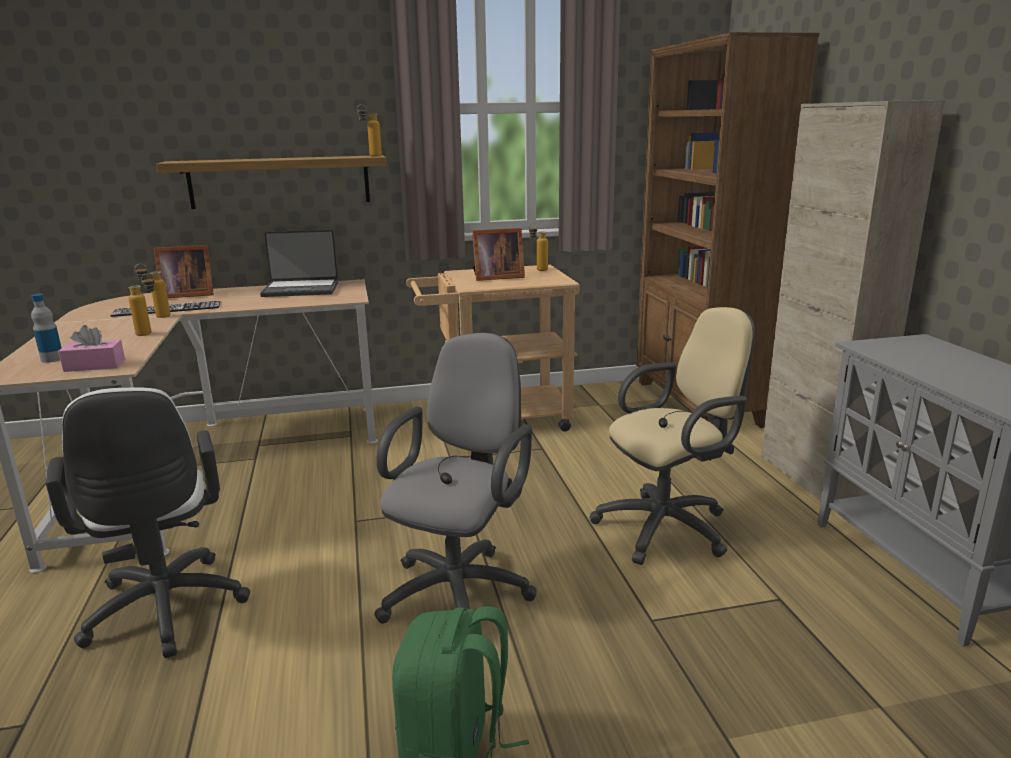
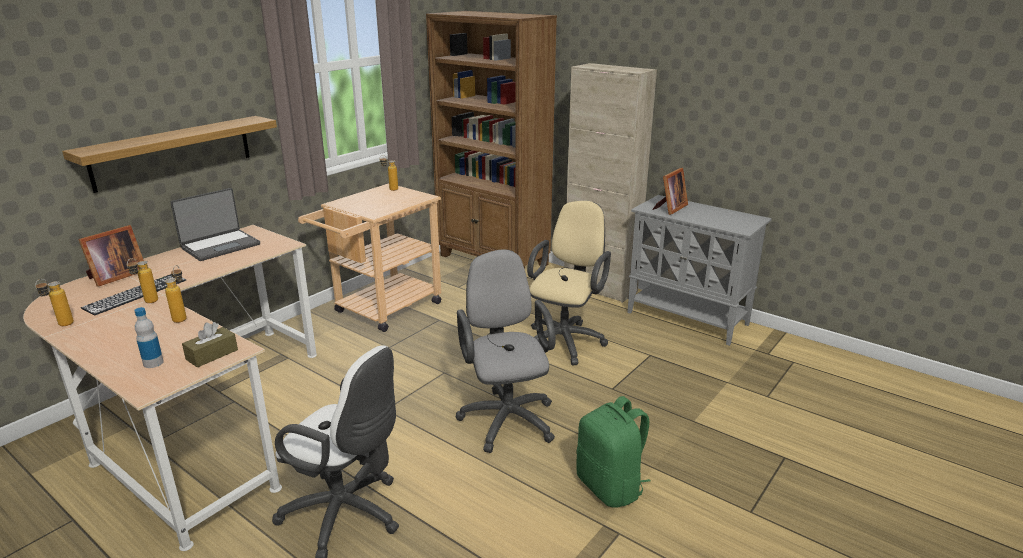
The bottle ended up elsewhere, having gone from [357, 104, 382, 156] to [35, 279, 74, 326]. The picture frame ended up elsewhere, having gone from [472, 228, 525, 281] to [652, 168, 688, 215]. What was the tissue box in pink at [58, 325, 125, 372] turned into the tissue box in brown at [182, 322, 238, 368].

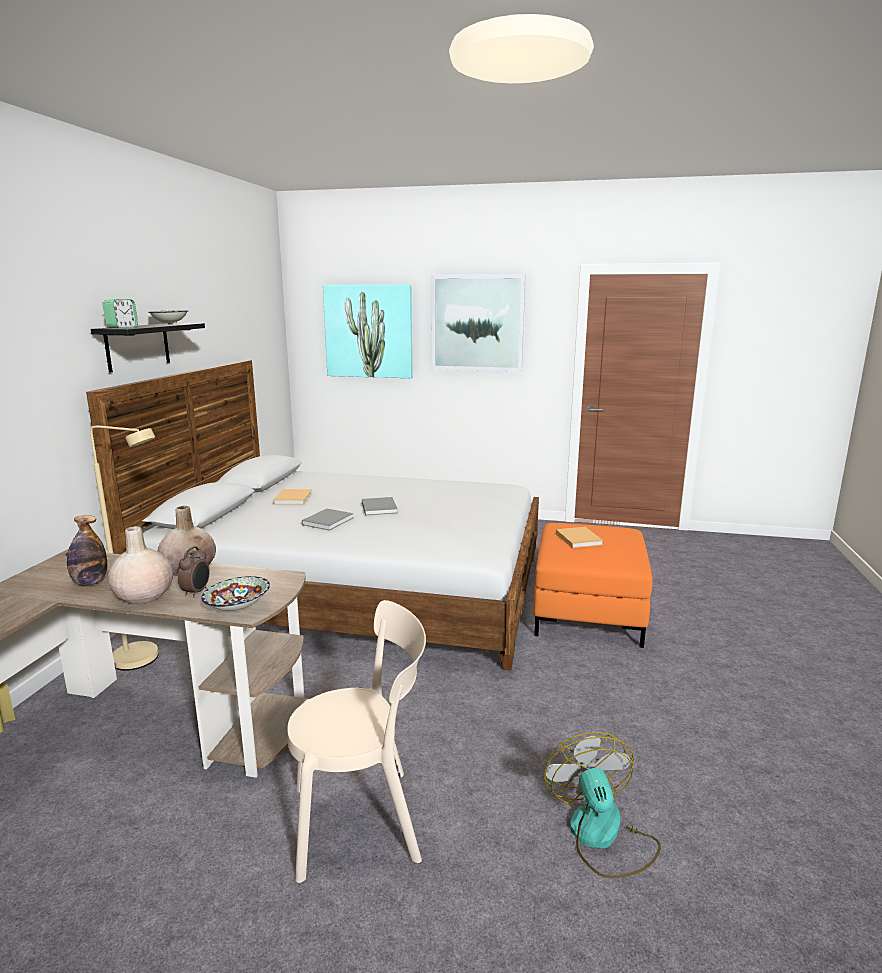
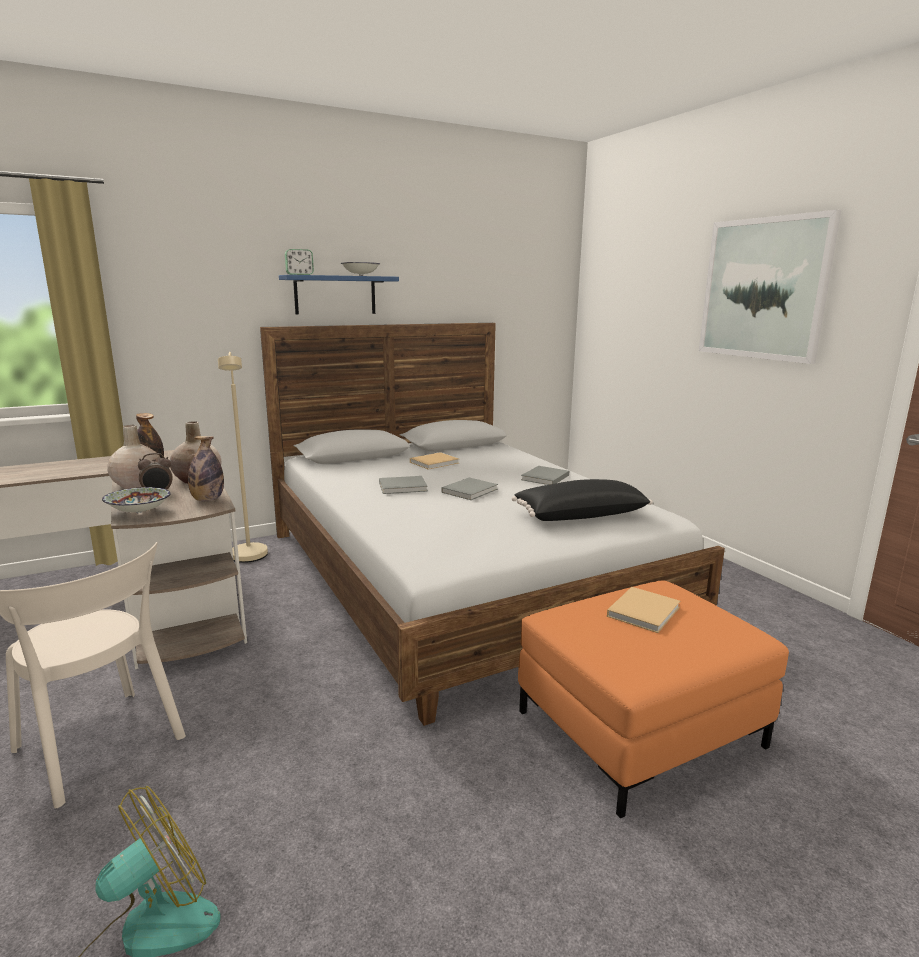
The second view lost the picture at [323, 285, 413, 378]. The second view gained the bottle at [188, 436, 224, 501]. The second view gained the pillow in black at [512, 479, 653, 521]. The second view gained the book in grey at [521, 466, 569, 485]. What was the shelf in black at [91, 323, 205, 373] turned into the shelf in blue at [279, 275, 399, 314].

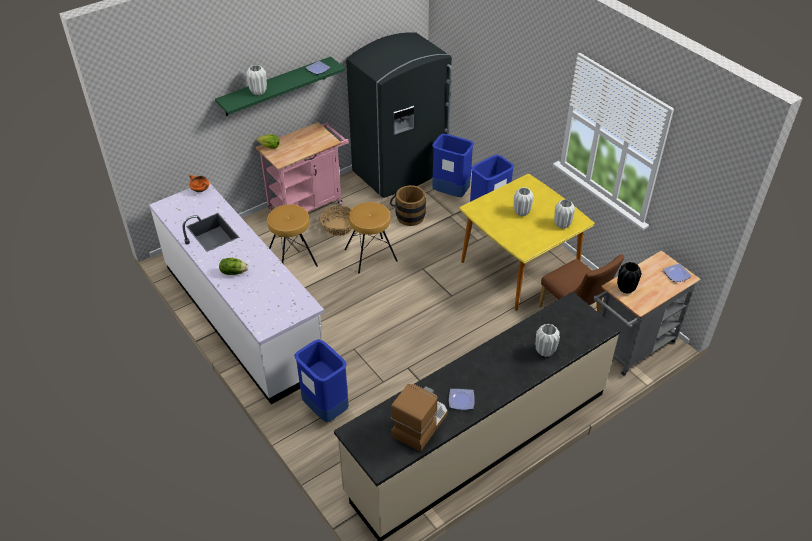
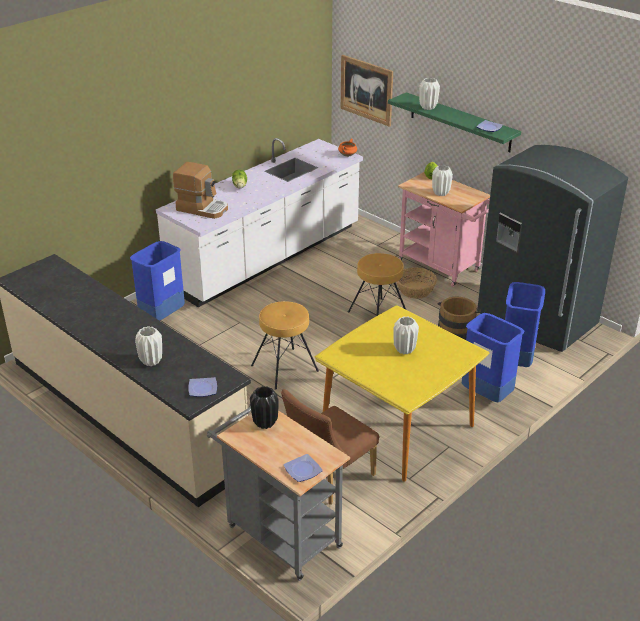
The second view gained the picture at [341, 55, 393, 127]. The stool in brown ended up elsewhere, having gone from [267, 204, 318, 267] to [251, 301, 319, 390]. The coffee machine ended up elsewhere, having gone from [391, 384, 448, 451] to [173, 162, 228, 219]. The plate ended up elsewhere, having gone from [449, 389, 475, 410] to [188, 377, 217, 397]. The vase in white ended up elsewhere, having gone from [554, 199, 575, 229] to [432, 165, 453, 196].

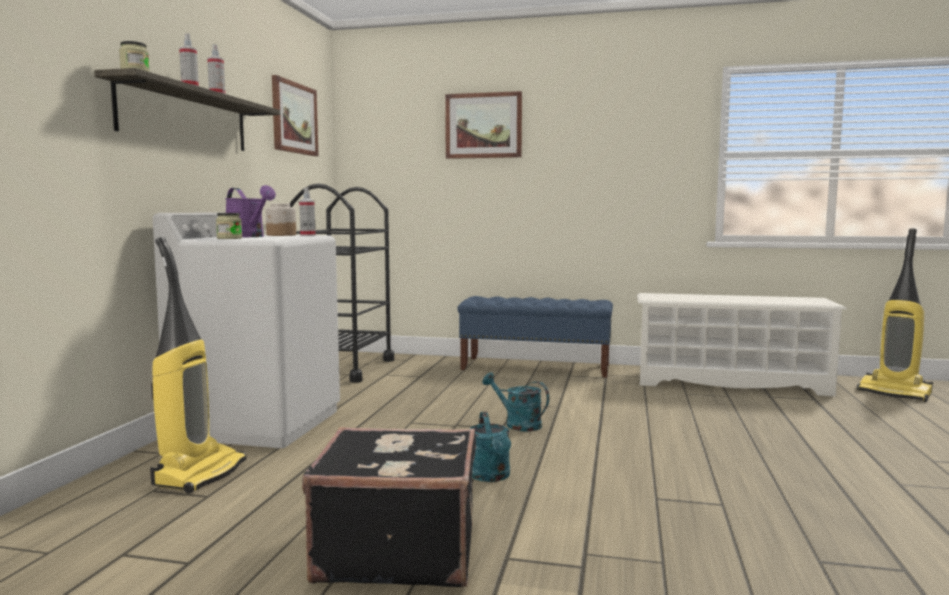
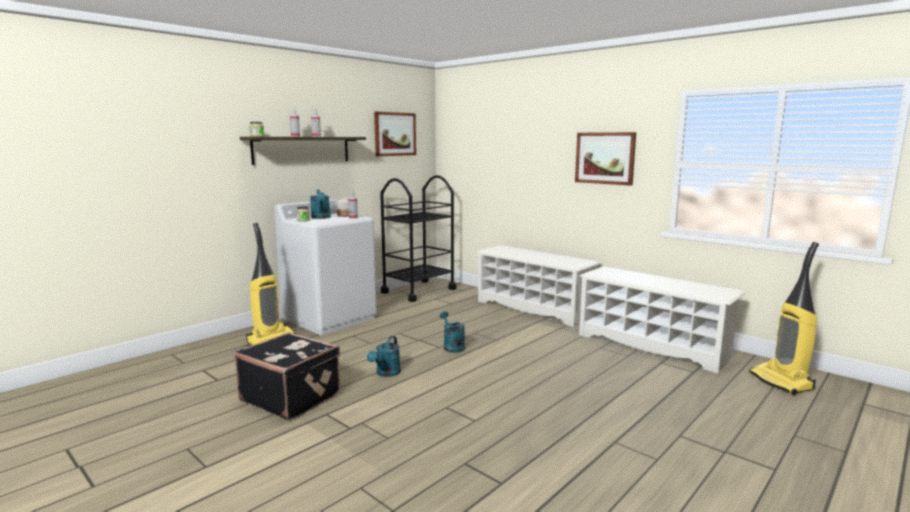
The picture ended up elsewhere, having gone from [445, 91, 522, 159] to [575, 132, 636, 186]. Where the bench in blue stood at [457, 296, 613, 378], the shoe rack in white came to stand at [477, 245, 601, 327]. What was the watering can in purple at [225, 185, 276, 237] turned into the watering can in turquoise at [310, 190, 331, 219].

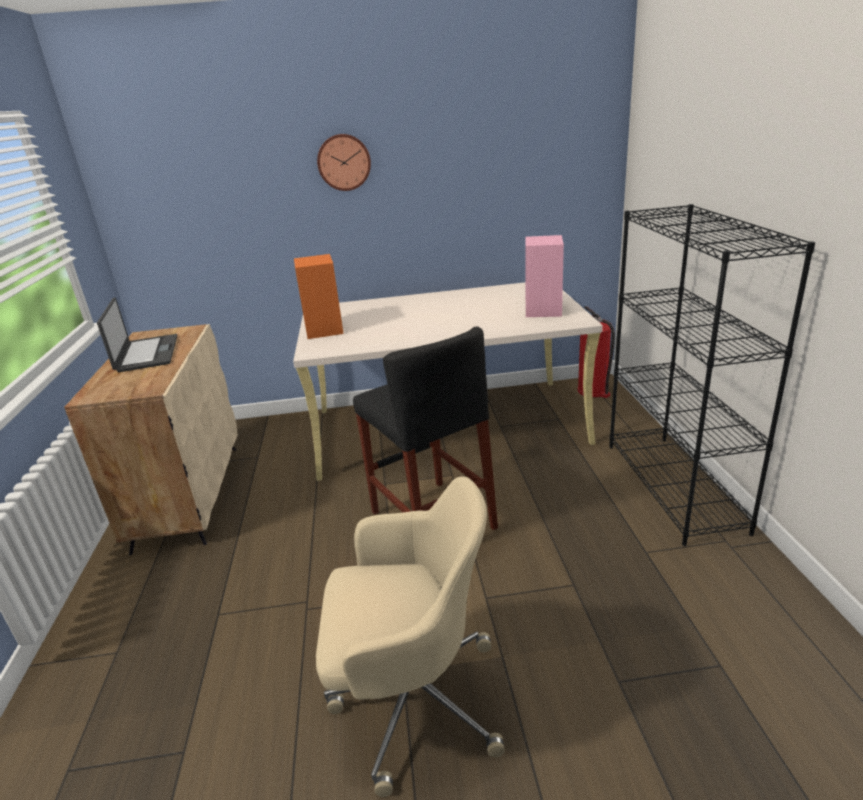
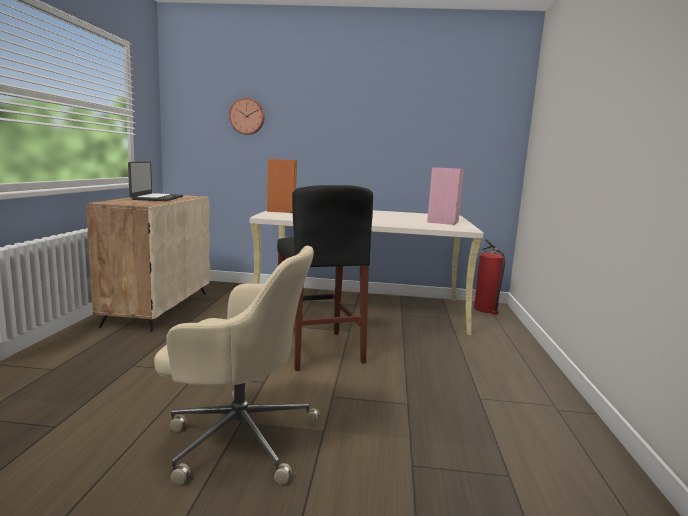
The second view lost the bookcase in black at [609, 204, 815, 546]. The wall clock ended up elsewhere, having gone from [317, 134, 371, 191] to [229, 98, 265, 135].

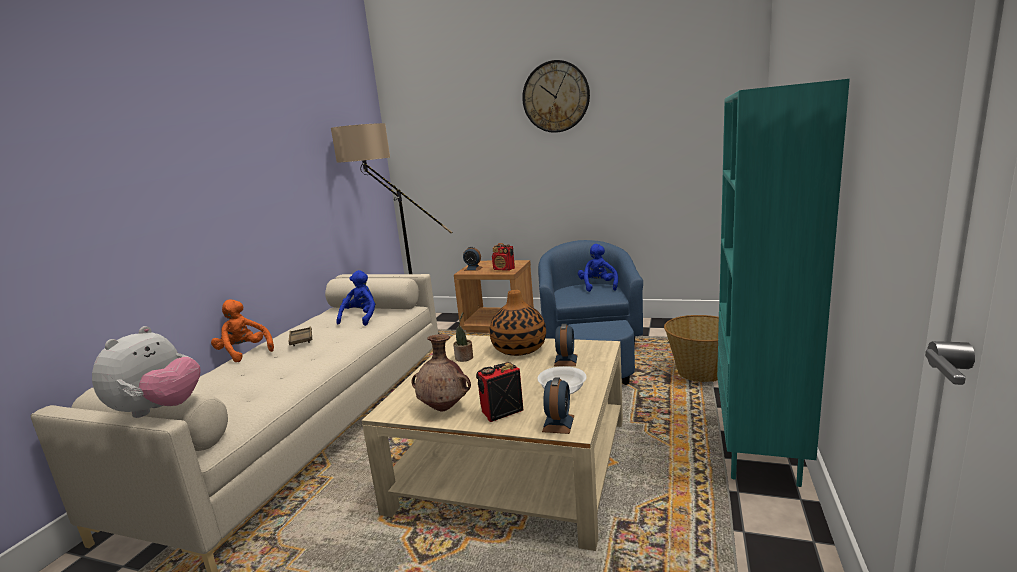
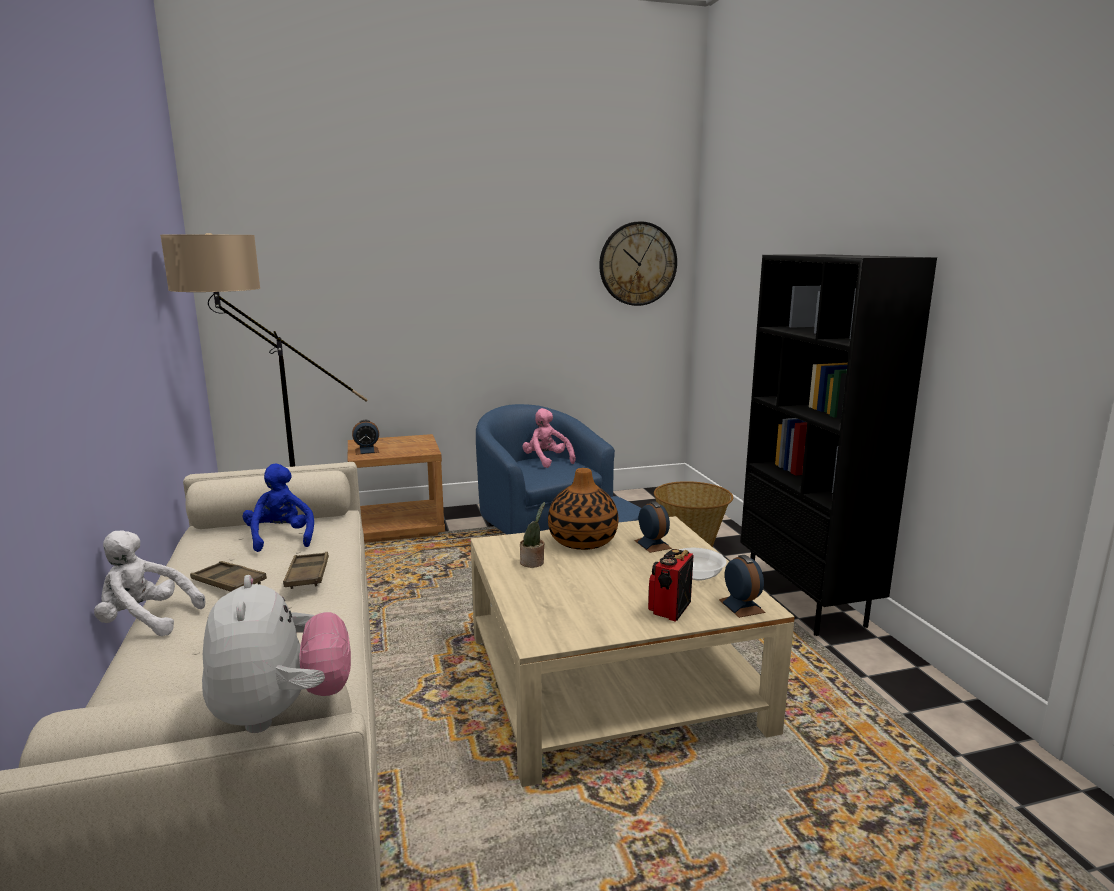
The second view lost the vase in brown at [411, 334, 471, 411]. The second view lost the radio at [492, 243, 515, 271]. The second view gained the tray in brown at [283, 552, 329, 589]. The wall clock ended up elsewhere, having gone from [522, 60, 590, 133] to [599, 221, 677, 306]. What was the plush toy in orange at [211, 300, 274, 362] turned into the plush toy in white at [94, 531, 205, 636]. What was the plush toy in blue at [578, 244, 618, 292] turned into the plush toy in pink at [522, 408, 576, 468]. What was the bookcase in turquoise at [717, 79, 850, 487] turned into the bookcase in black at [740, 254, 937, 636].

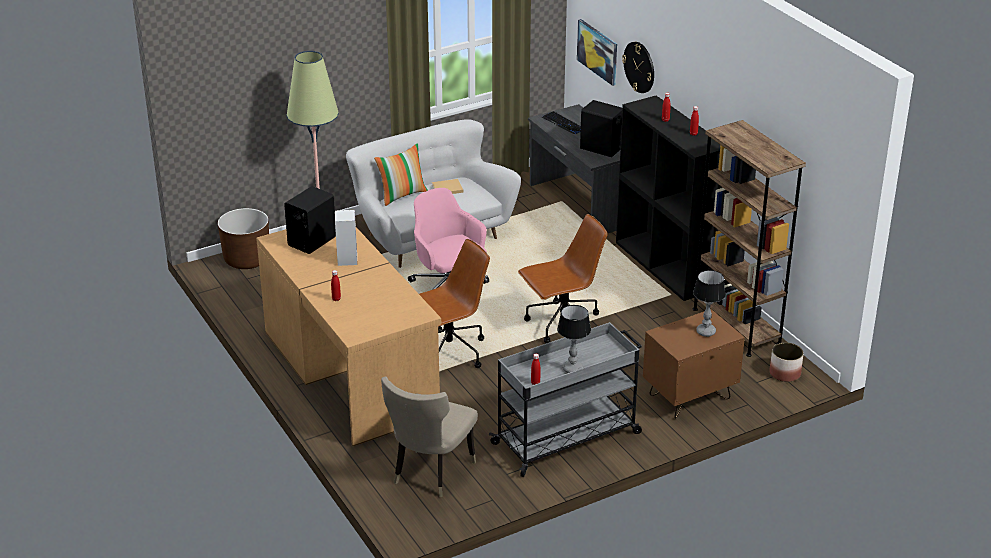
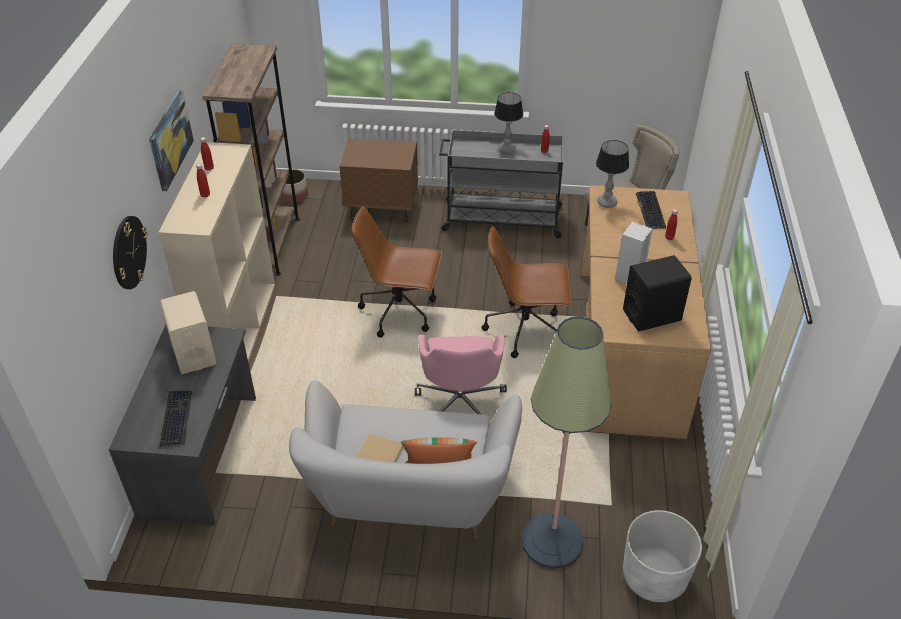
The second view gained the keyboard at [636, 191, 666, 228]. The picture ended up elsewhere, having gone from [577, 19, 617, 86] to [149, 90, 194, 191]. The table lamp ended up elsewhere, having gone from [693, 270, 726, 337] to [596, 140, 629, 208]. What was the planter in brown at [218, 208, 269, 269] turned into the planter in white at [623, 510, 702, 602]. What was the speaker in black at [580, 100, 622, 157] turned into the speaker in beige at [160, 291, 216, 374]. What was the bookcase in black at [616, 96, 723, 301] turned into the bookcase in beige at [158, 142, 275, 362].

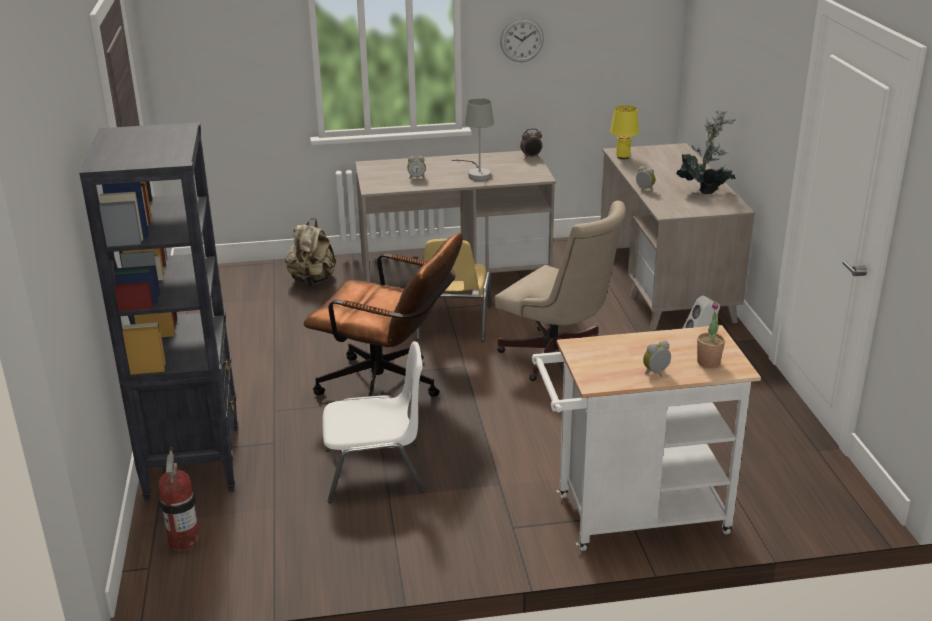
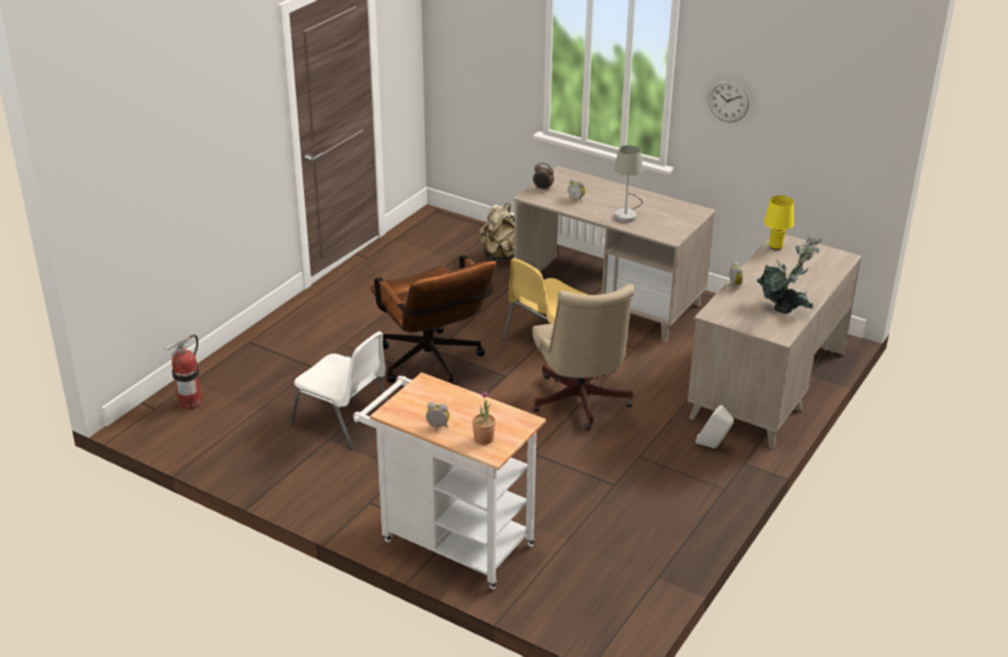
The second view lost the bookcase in black at [79, 122, 238, 501]. The alarm clock ended up elsewhere, having gone from [520, 128, 542, 158] to [533, 163, 554, 191].

